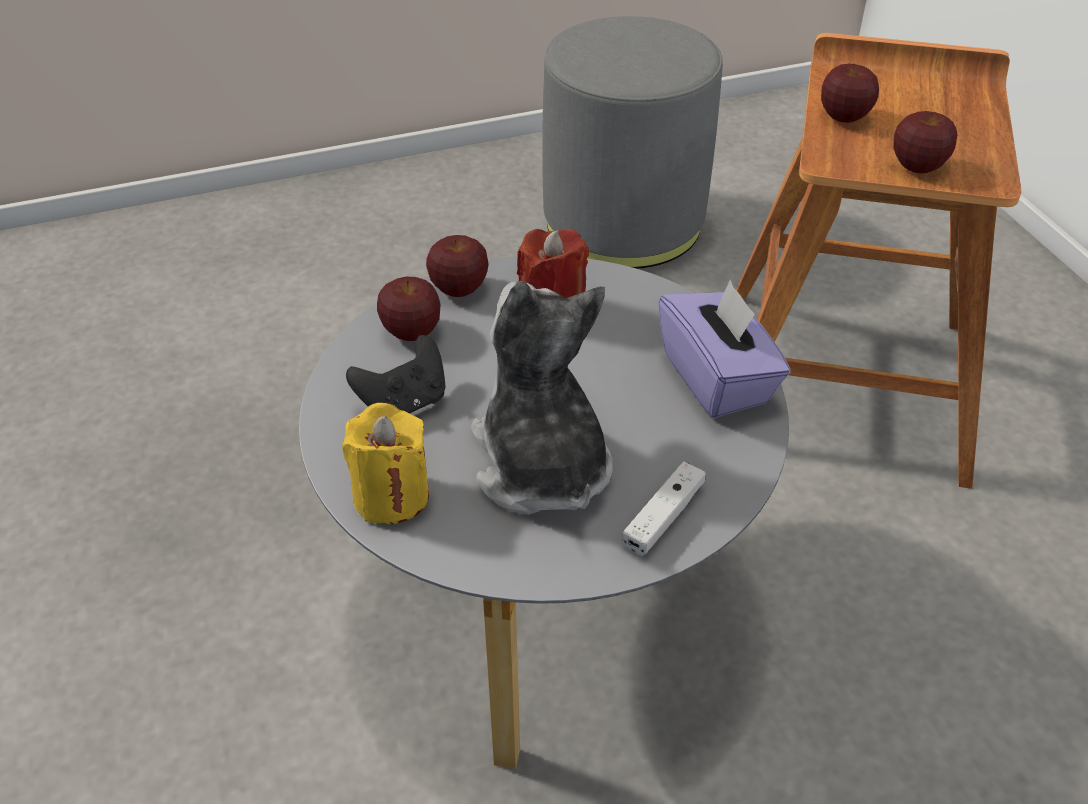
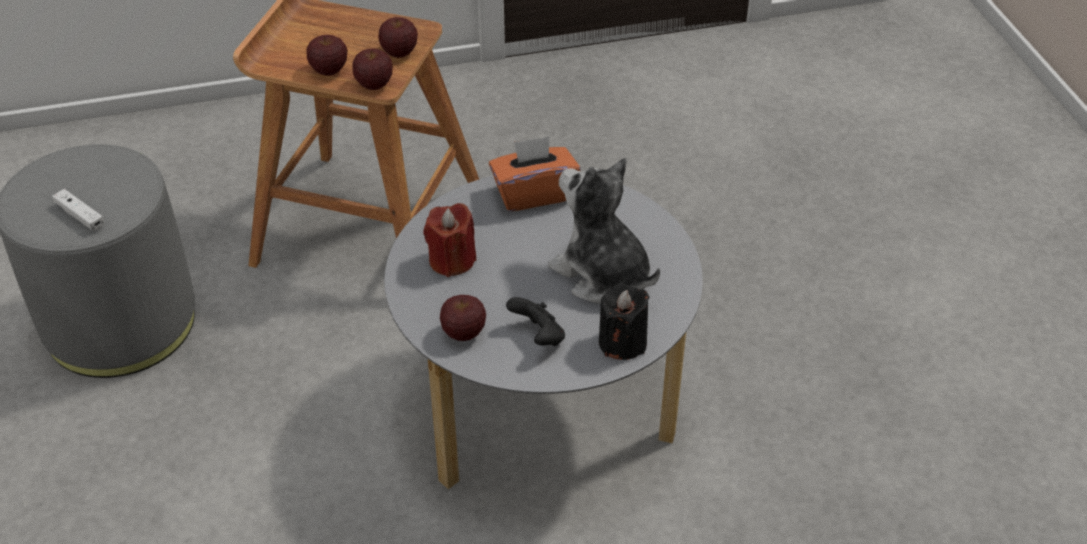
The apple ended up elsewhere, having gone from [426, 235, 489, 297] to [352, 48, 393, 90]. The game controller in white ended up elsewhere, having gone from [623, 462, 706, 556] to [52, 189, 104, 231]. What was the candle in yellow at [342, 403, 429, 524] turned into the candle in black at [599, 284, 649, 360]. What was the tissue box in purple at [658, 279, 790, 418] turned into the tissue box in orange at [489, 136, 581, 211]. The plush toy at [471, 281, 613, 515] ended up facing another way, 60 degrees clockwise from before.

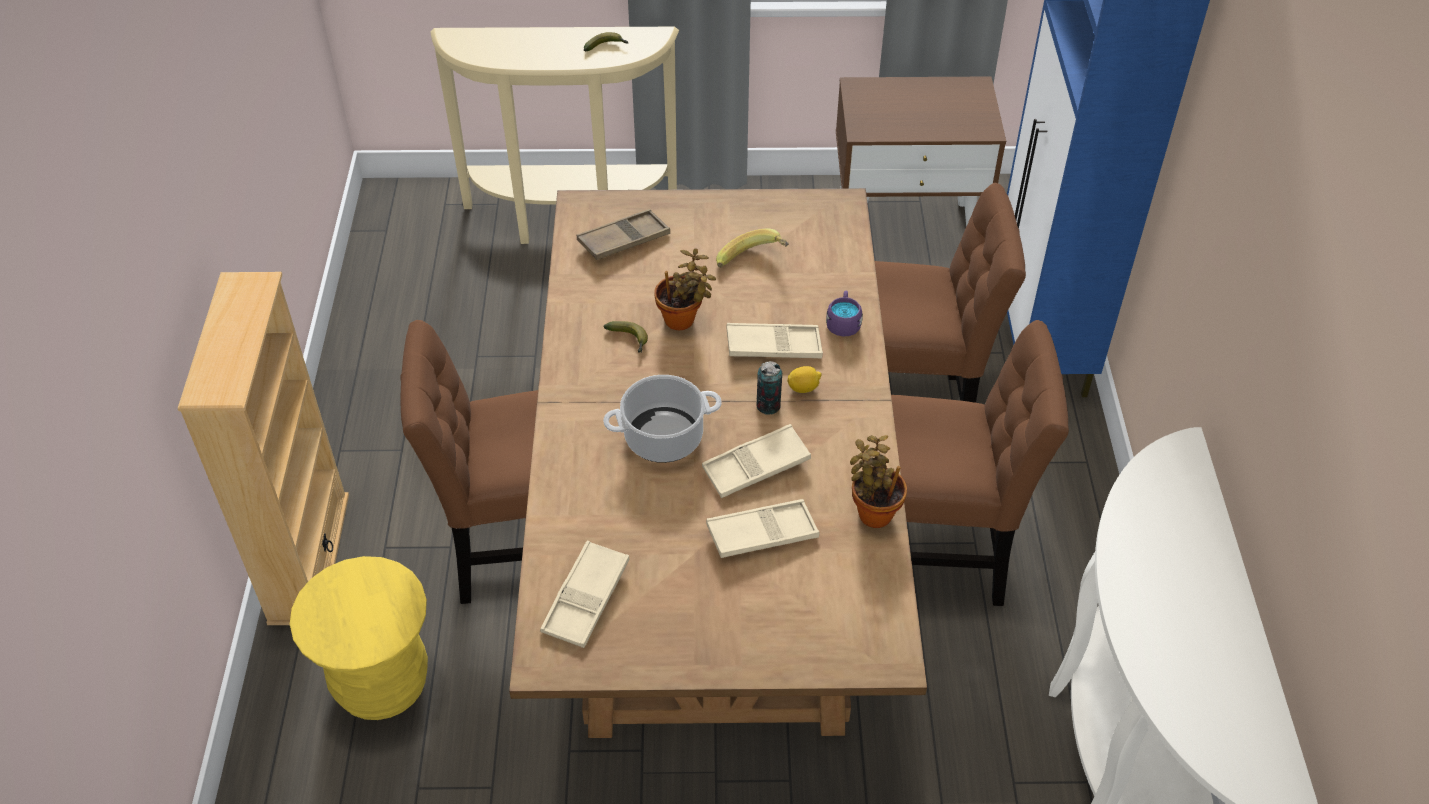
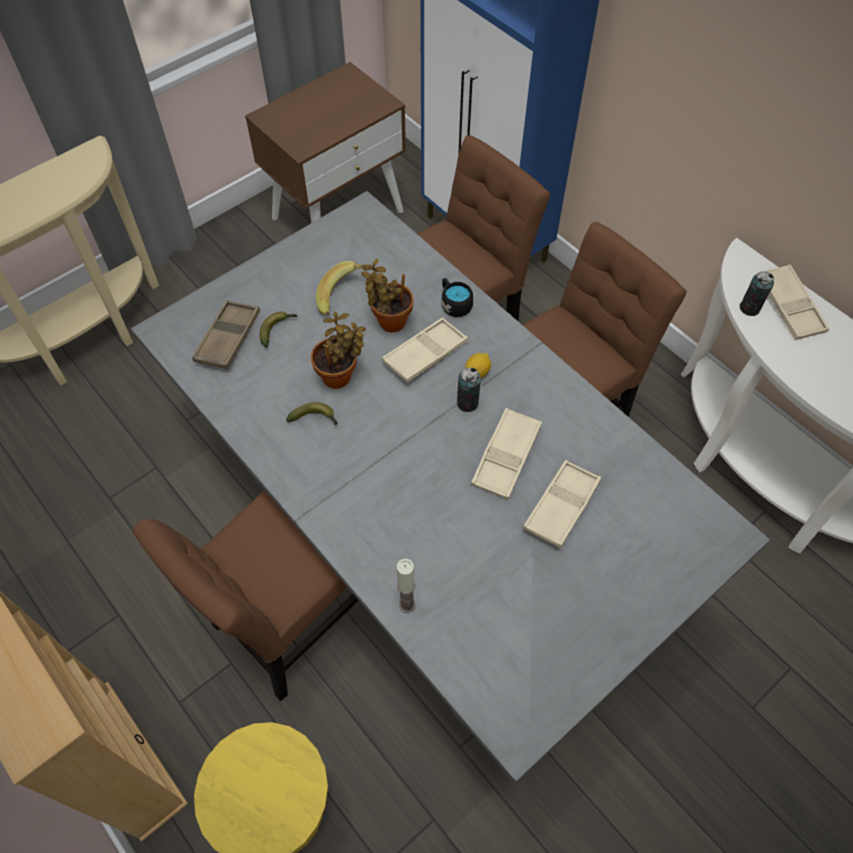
The second view lost the cooking pot at [603, 375, 722, 463]. The second view gained the candle at [397, 559, 416, 613]. The second view gained the can at [740, 271, 774, 316]. The tray in beige ended up elsewhere, having gone from [540, 540, 630, 648] to [760, 264, 829, 340]. The banana ended up elsewhere, having gone from [584, 32, 628, 51] to [260, 312, 297, 347]. The potted plant ended up elsewhere, having gone from [850, 435, 907, 528] to [361, 259, 414, 332]. What was the dining table in brown at [509, 188, 927, 738] turned into the dining table in grey at [130, 191, 770, 784]. What was the mug in purple at [826, 291, 863, 337] turned into the mug in black at [442, 278, 473, 317].

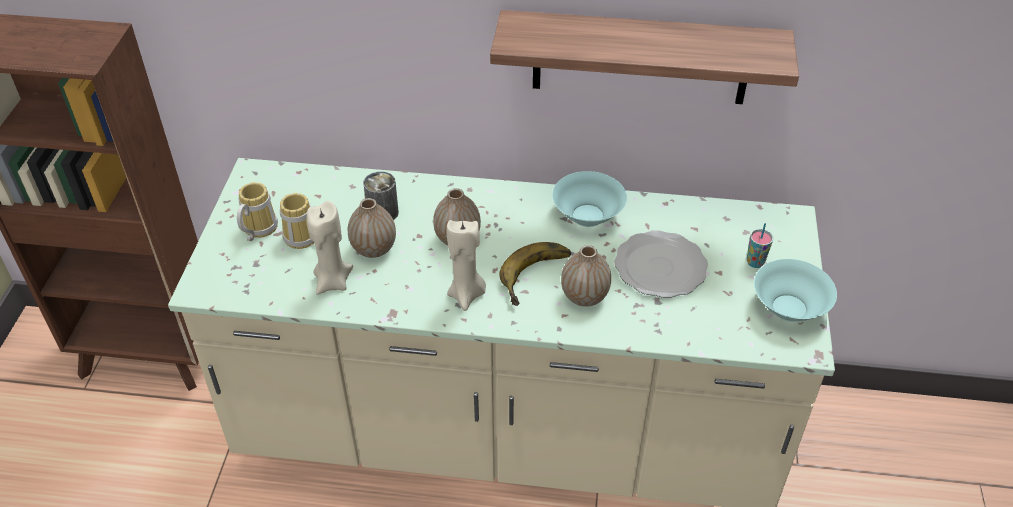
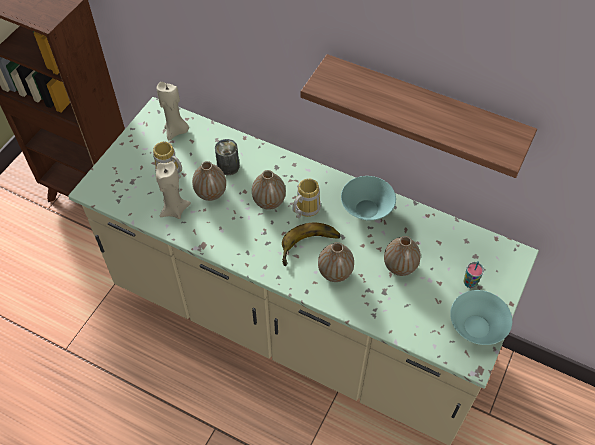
The mug ended up elsewhere, having gone from [237, 182, 278, 241] to [292, 178, 321, 218]. The candle in beige ended up elsewhere, having gone from [447, 220, 486, 311] to [157, 82, 189, 140]. Where the plate stood at [615, 230, 708, 298], the vase came to stand at [384, 236, 421, 276].

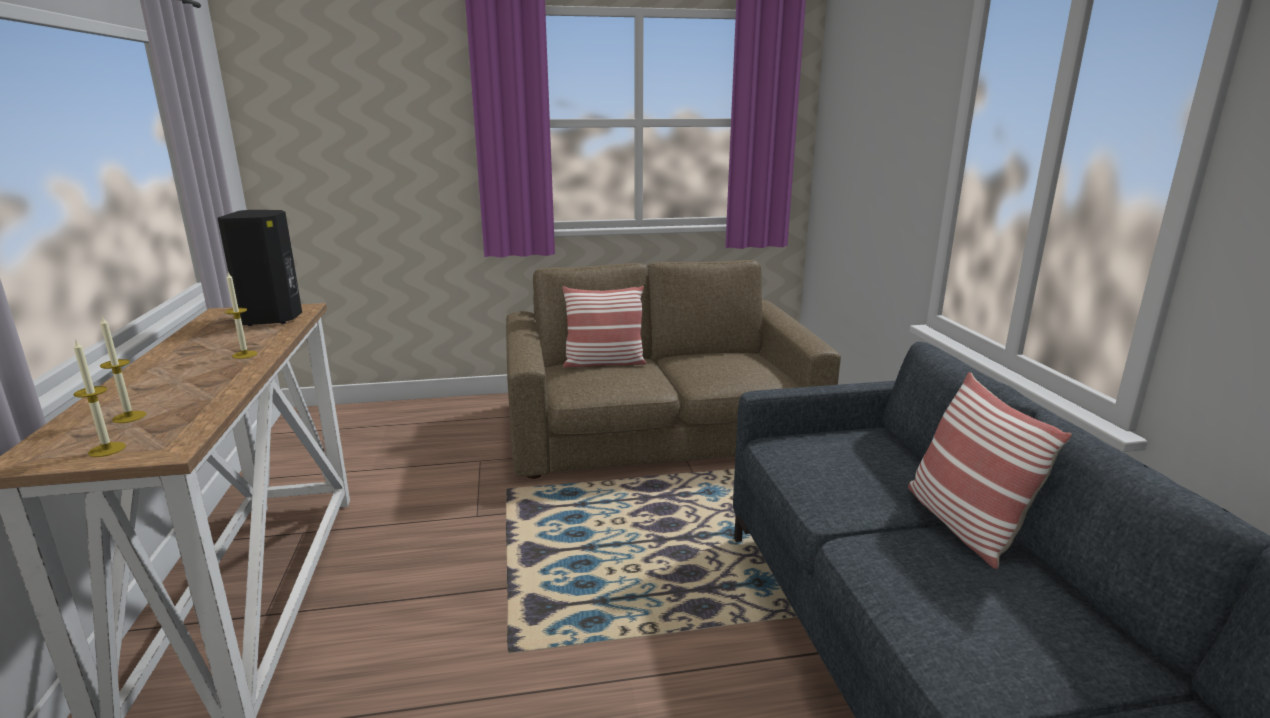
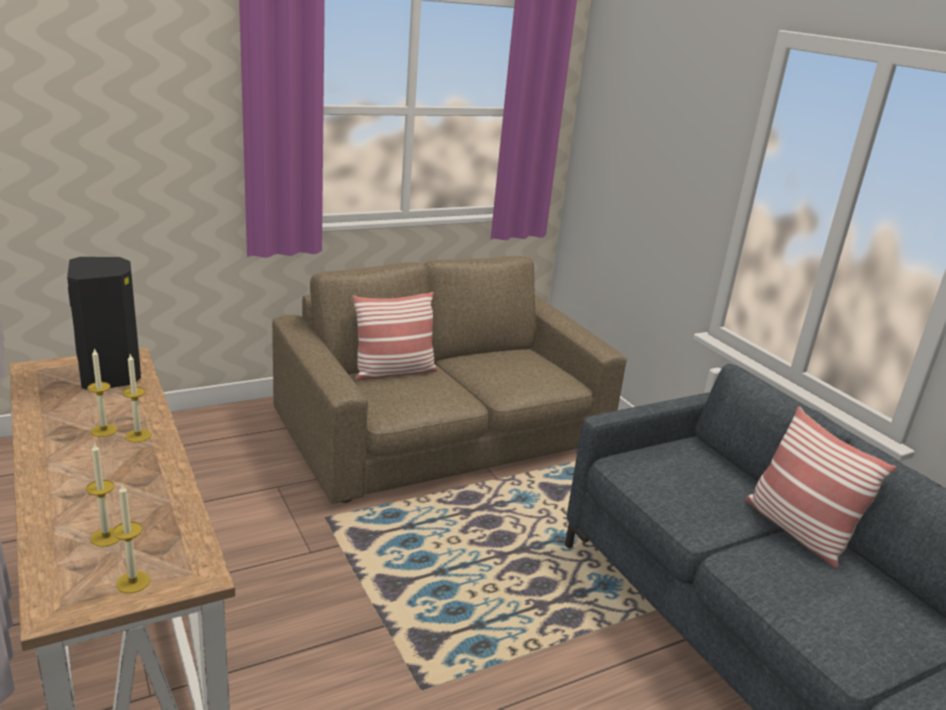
The second view gained the candle at [87, 348, 117, 437].

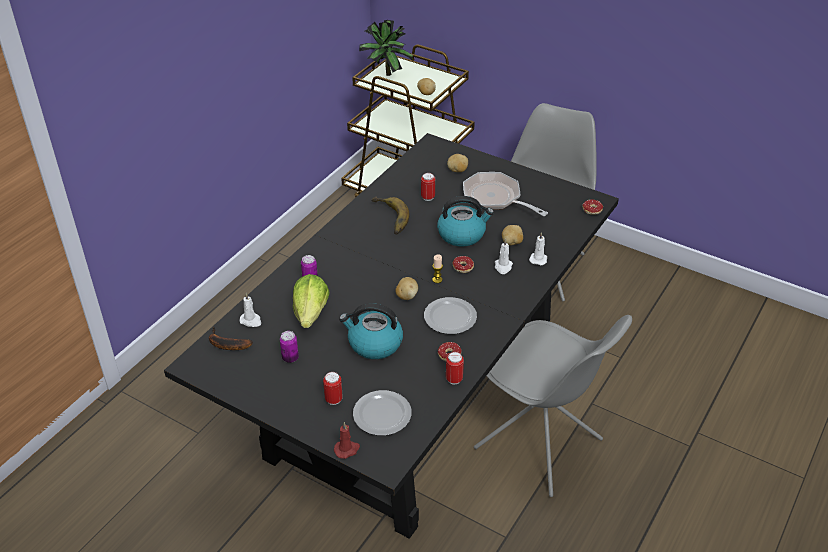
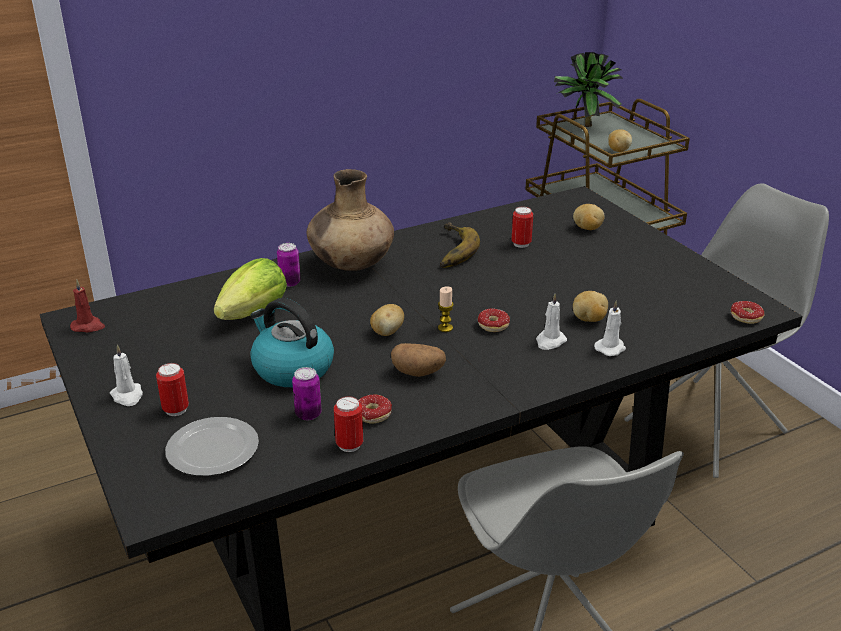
The second view lost the banana at [209, 327, 253, 350]. The second view lost the kettle at [437, 196, 494, 247]. The second view lost the frying pan at [463, 172, 548, 216]. The second view gained the vase in brown at [307, 169, 394, 271]. The candle in white ended up elsewhere, having gone from [239, 293, 261, 327] to [110, 345, 143, 406]. The can ended up elsewhere, having gone from [280, 331, 299, 363] to [292, 367, 321, 420]. The candle in red ended up elsewhere, having gone from [334, 422, 360, 459] to [70, 280, 105, 332]. Where the plate stood at [424, 297, 477, 334], the potato came to stand at [391, 343, 446, 377].

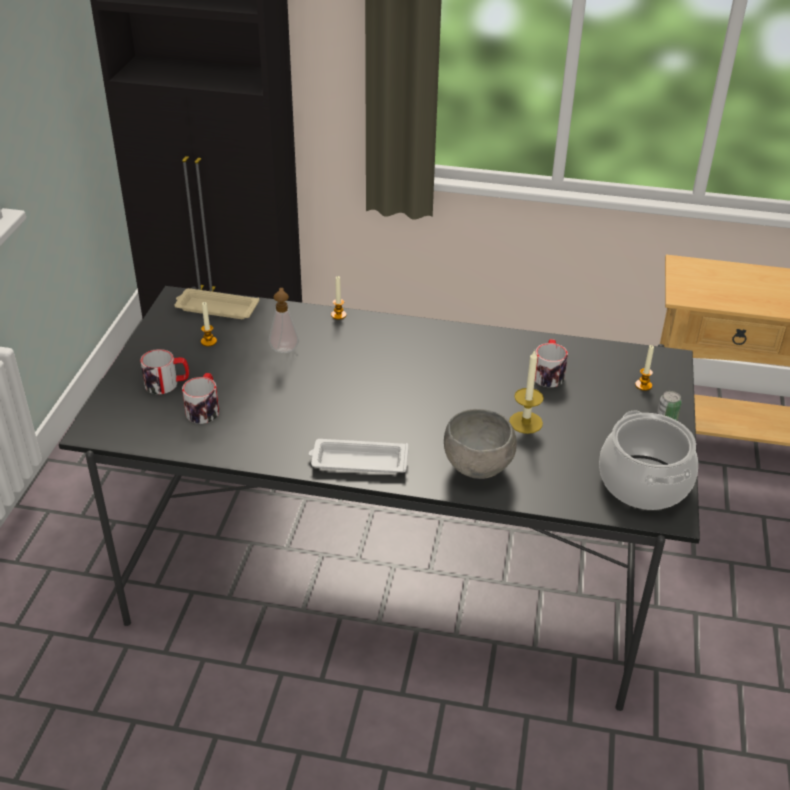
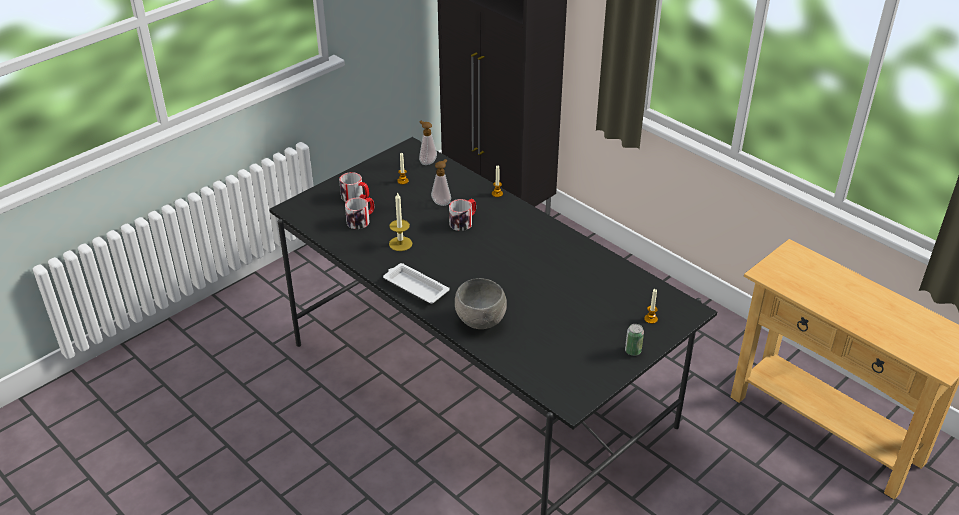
The second view lost the cooking pot at [599, 411, 698, 510]. The candle ended up elsewhere, having gone from [509, 350, 544, 434] to [389, 192, 412, 251]. The mug ended up elsewhere, having gone from [535, 339, 568, 387] to [449, 199, 476, 231]. Where the tray in beige stood at [175, 288, 259, 319], the soap dispenser came to stand at [419, 121, 437, 165].

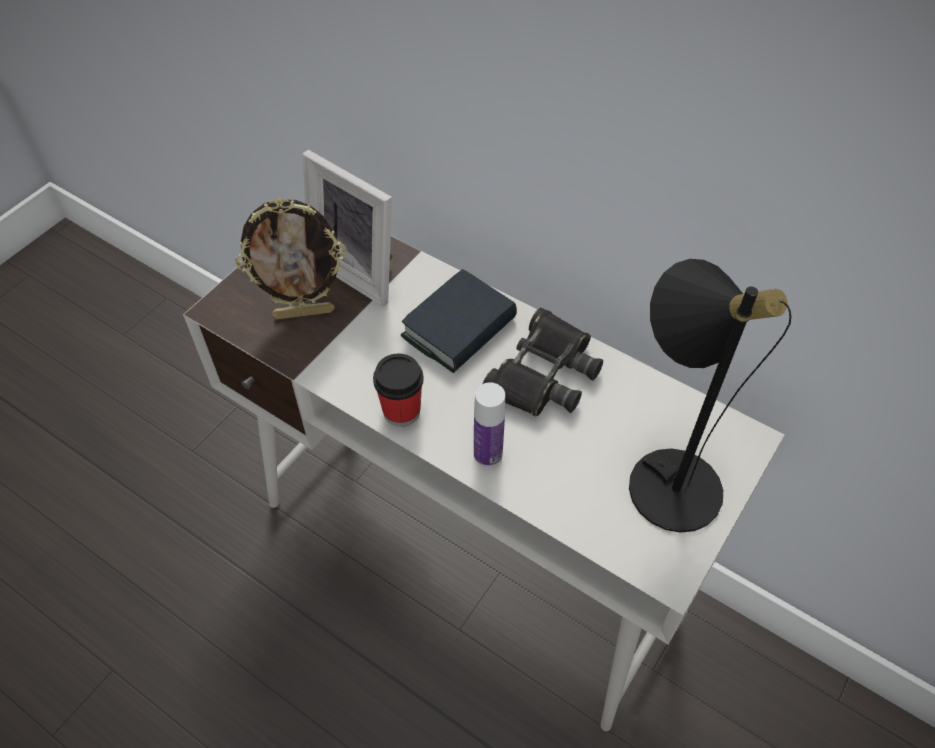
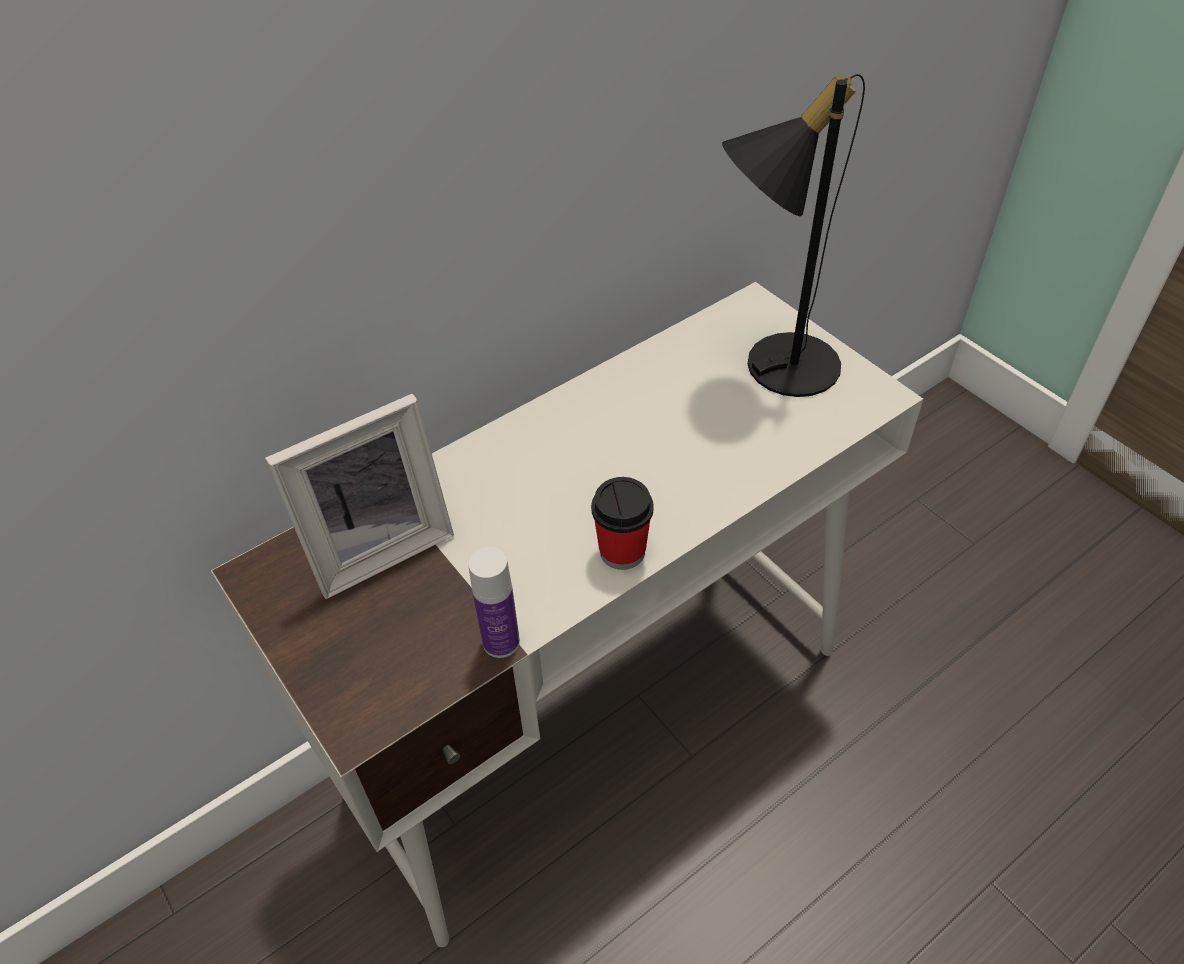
The second view lost the picture frame at [235, 198, 347, 319]. The second view lost the book at [400, 269, 517, 373]. The second view lost the binoculars in black at [483, 308, 603, 416]. The bottle ended up elsewhere, having gone from [474, 382, 505, 467] to [468, 547, 520, 658].

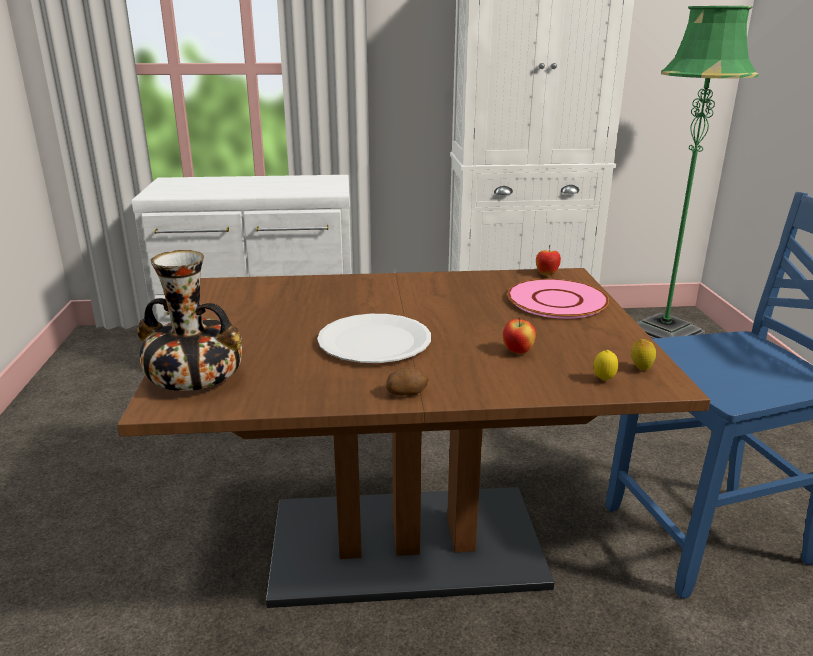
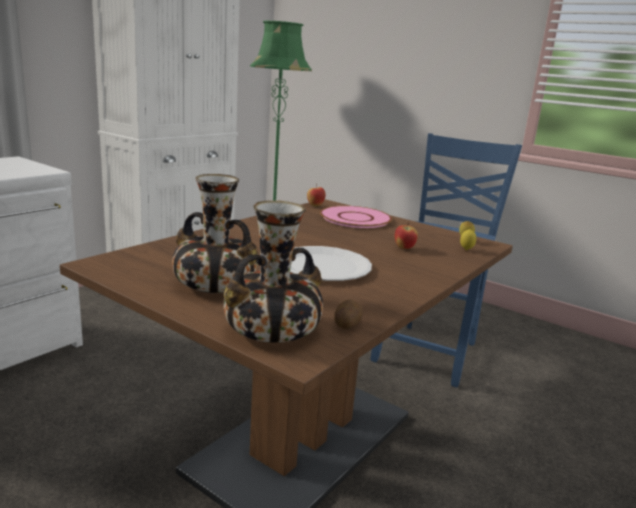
The second view gained the vase at [172, 174, 258, 293]. The potato ended up elsewhere, having gone from [386, 367, 429, 396] to [334, 299, 363, 329].

